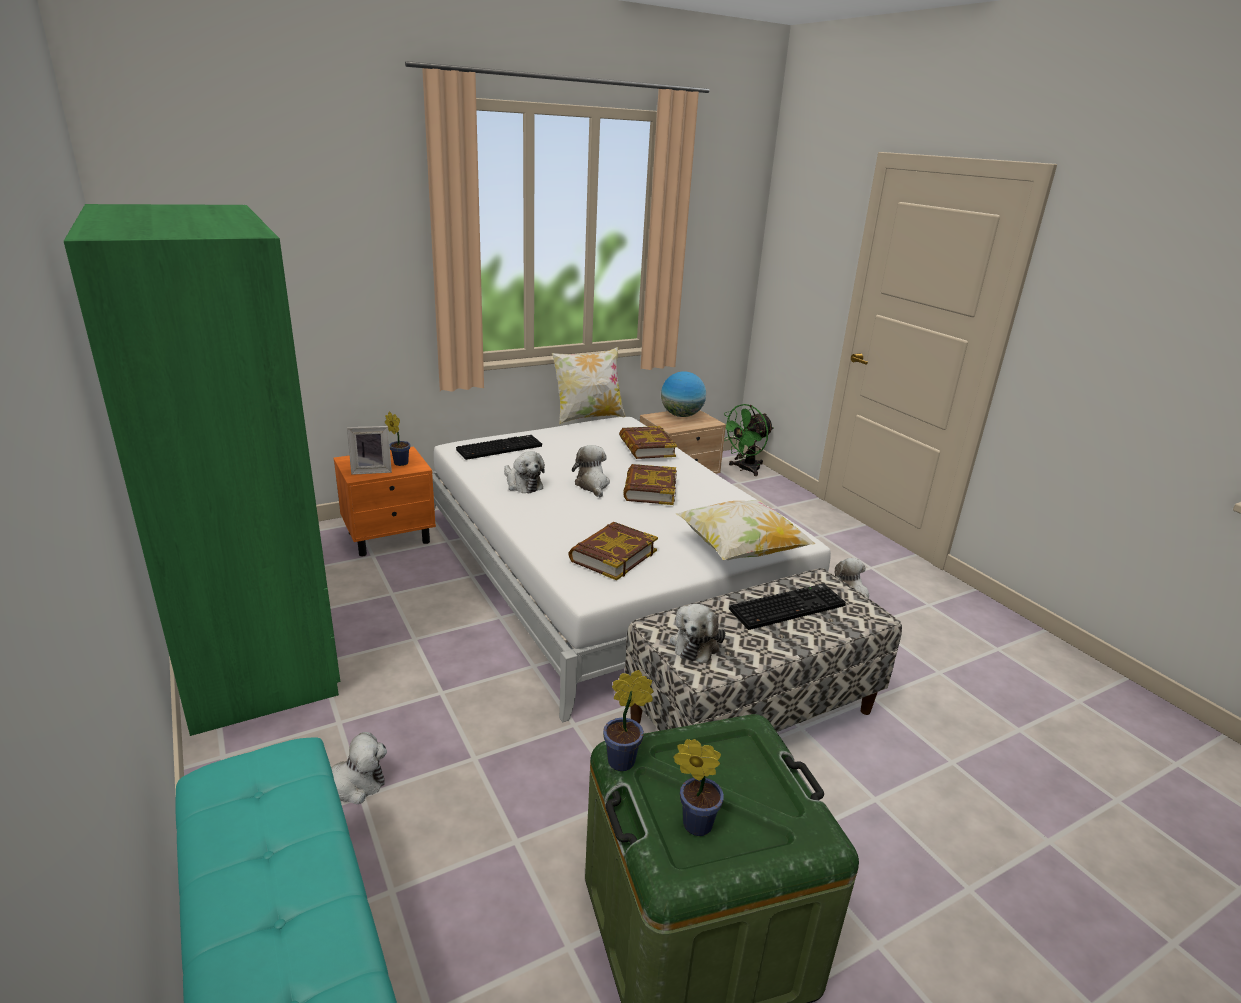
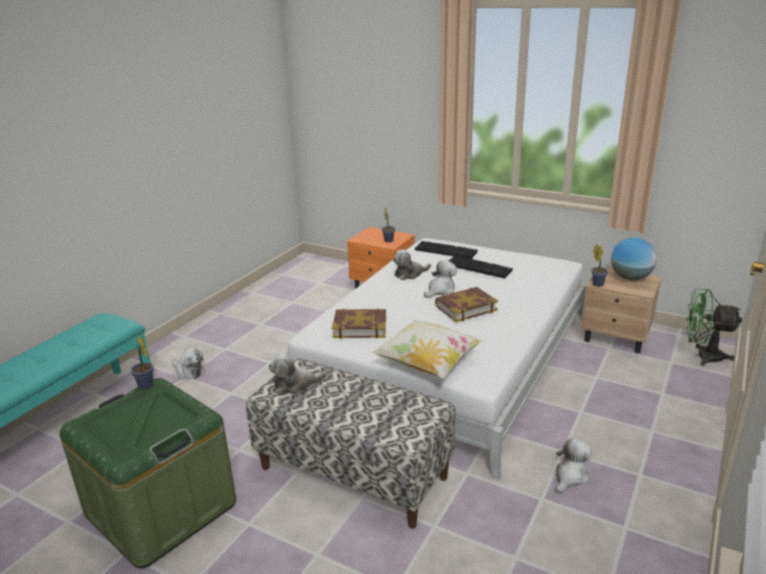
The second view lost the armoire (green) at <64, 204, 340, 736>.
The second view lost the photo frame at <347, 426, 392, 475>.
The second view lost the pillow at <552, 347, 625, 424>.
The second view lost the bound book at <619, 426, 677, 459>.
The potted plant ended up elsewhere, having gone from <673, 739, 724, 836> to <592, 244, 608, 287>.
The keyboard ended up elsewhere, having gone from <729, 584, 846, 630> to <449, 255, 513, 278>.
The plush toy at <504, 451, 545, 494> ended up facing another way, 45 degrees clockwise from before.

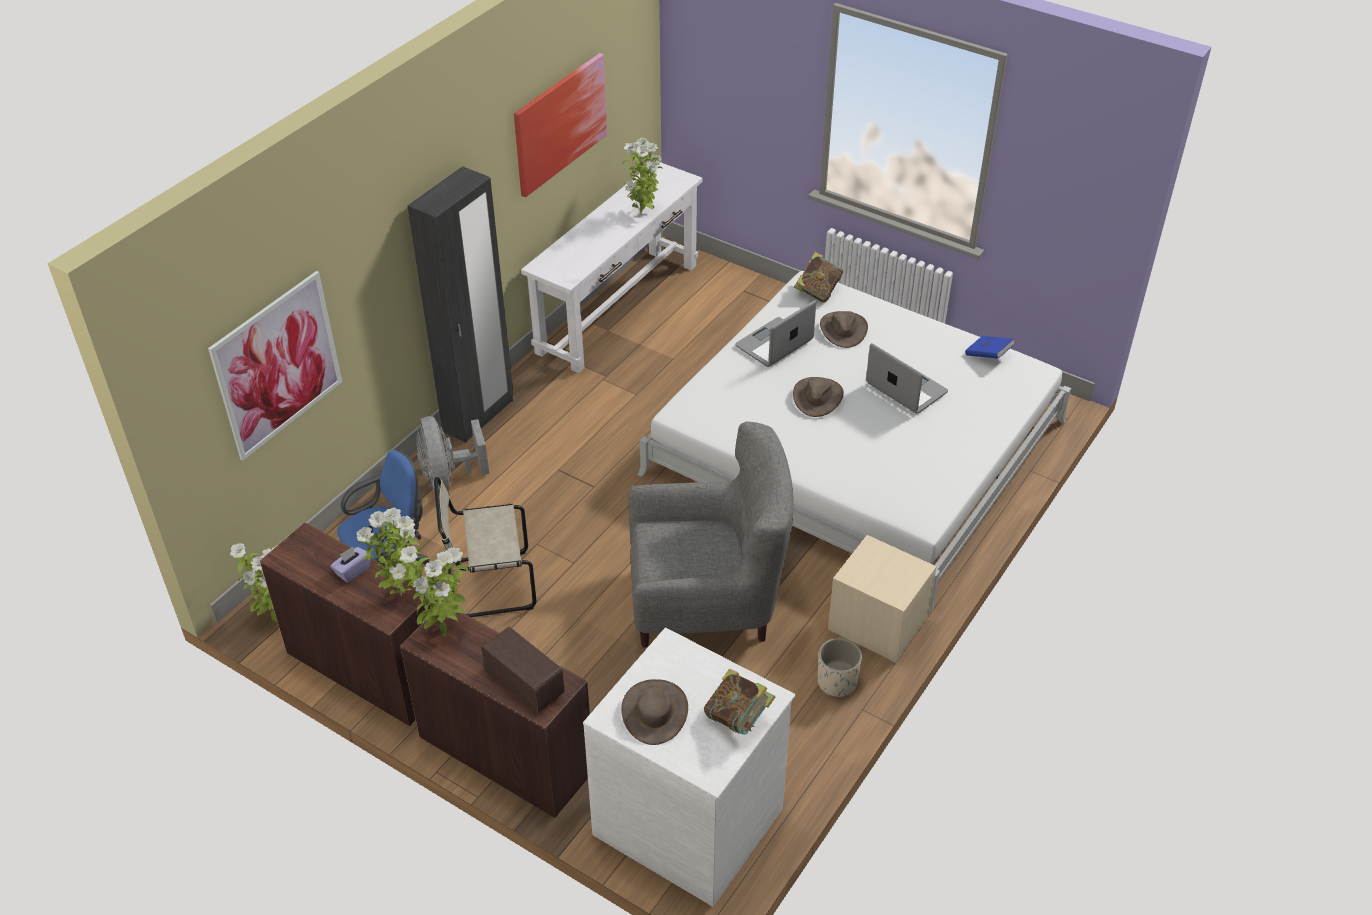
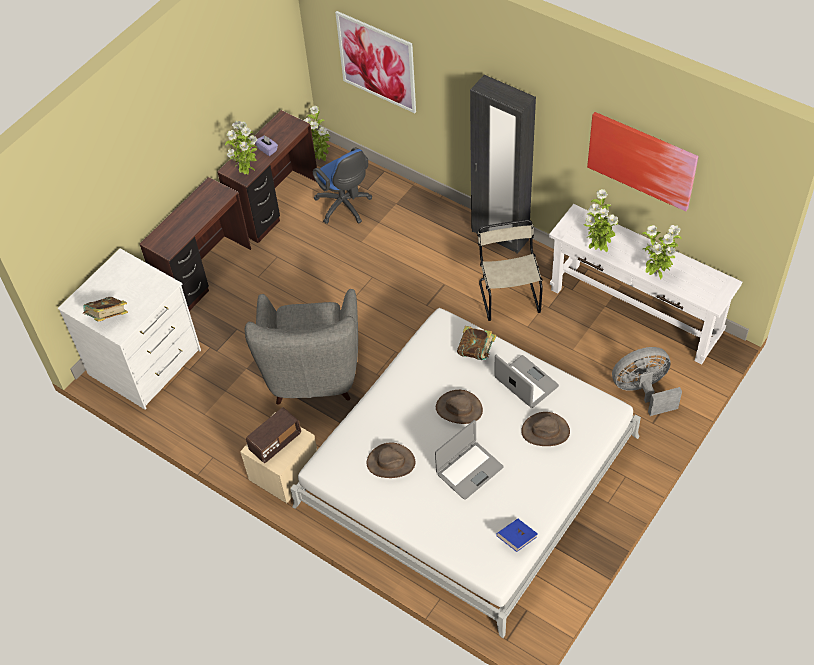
The second view lost the planter (beige) at <818, 638, 862, 697>.
The potted plant ended up elsewhere, having gone from <398, 546, 469, 636> to <584, 189, 618, 252>.
The electric fan (greyish) ended up elsewhere, having gone from <417, 416, 489, 494> to <612, 347, 682, 416>.
The chair (beige) ended up elsewhere, having gone from <434, 477, 537, 617> to <477, 219, 543, 321>.
The radio set ended up elsewhere, having gone from <481, 627, 565, 714> to <246, 407, 301, 463>.
The wearable hat (brownish) ended up elsewhere, having gone from <621, 679, 688, 745> to <367, 442, 415, 478>.
The bound book ended up elsewhere, having gone from <794, 252, 843, 303> to <457, 326, 497, 360>.

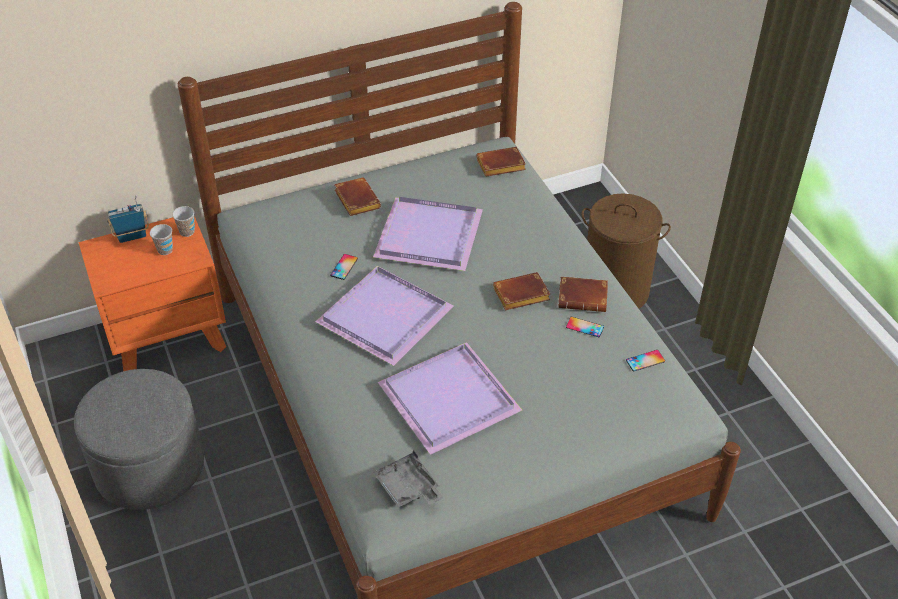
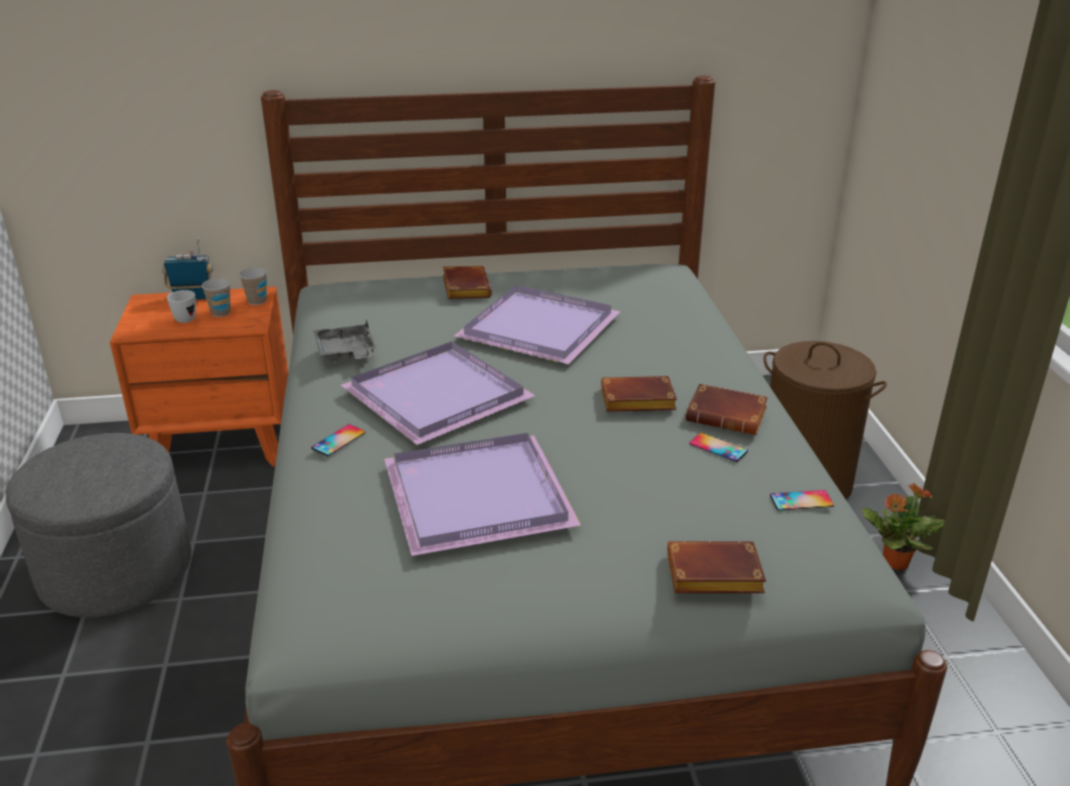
The second view gained the coffee mug (white) at <167, 290, 196, 323>.
The second view gained the potted plant at <862, 483, 945, 571>.
The handset ended up elsewhere, having gone from <330, 254, 358, 280> to <311, 424, 366, 456>.
The serving tray (greyish) ended up elsewhere, having gone from <373, 450, 443, 507> to <313, 319, 376, 362>.
The bound book (brownish) ended up elsewhere, having gone from <477, 147, 526, 177> to <667, 541, 766, 593>.

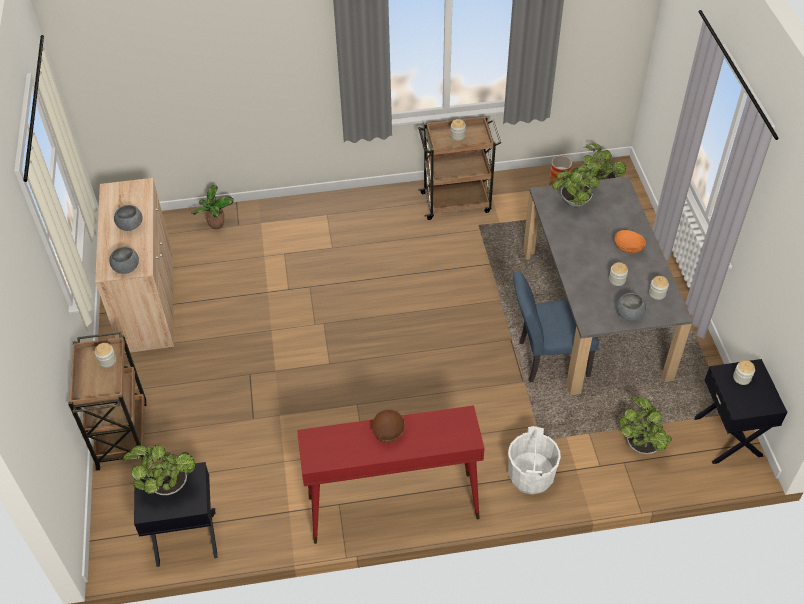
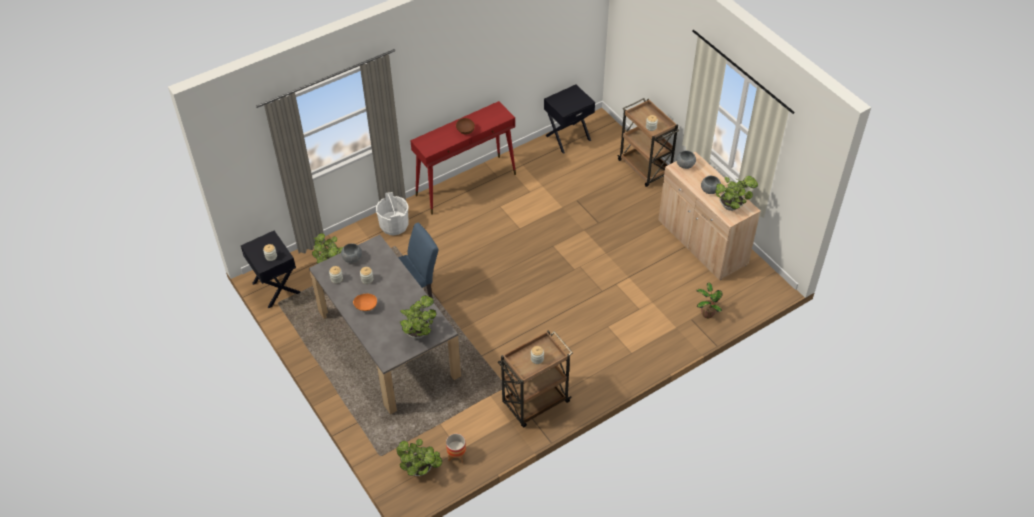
The potted plant ended up elsewhere, having gone from <123, 445, 195, 495> to <715, 176, 758, 211>.

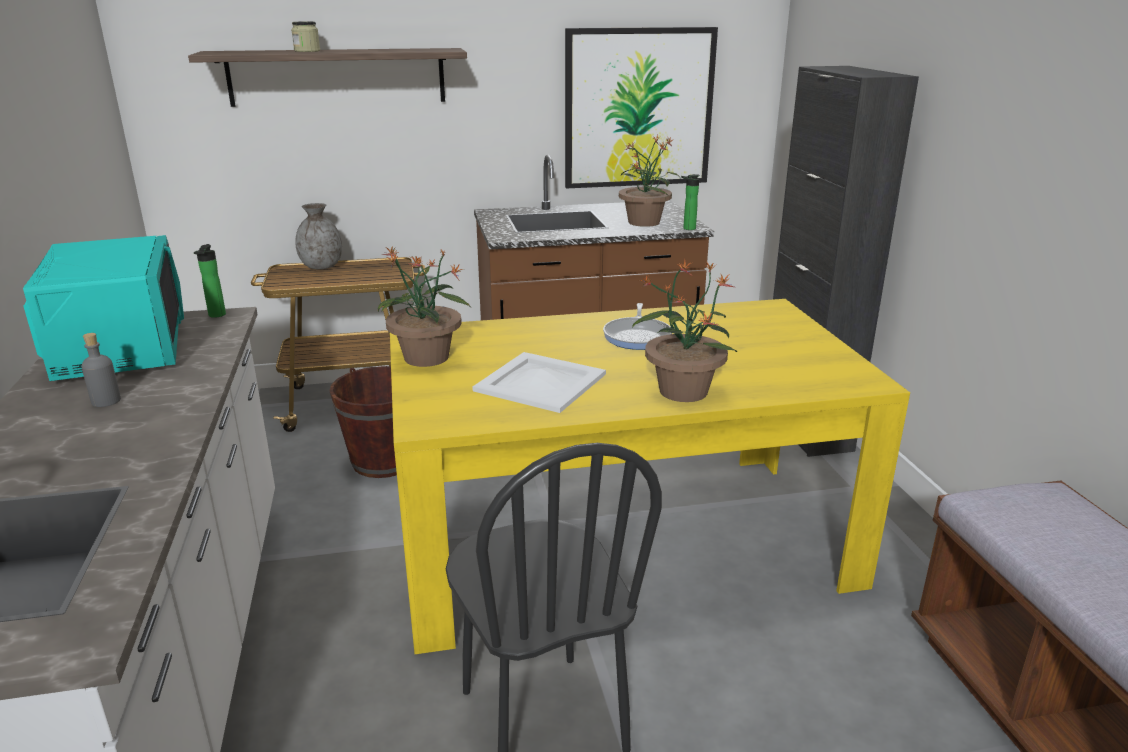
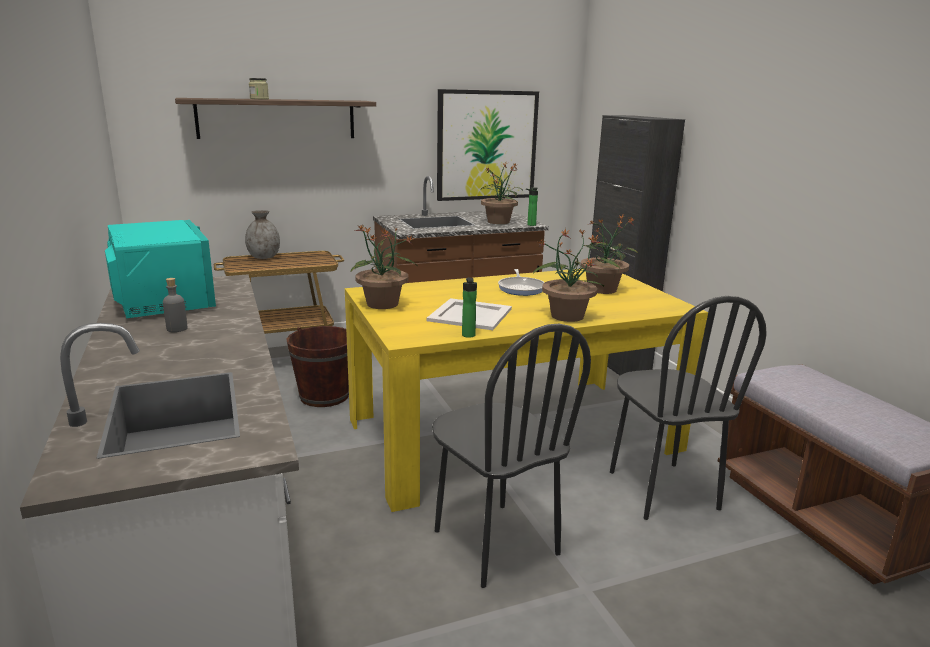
The second view gained the potted plant at <580, 213, 638, 294>.
The second view gained the chair (black-coloured) at <610, 296, 767, 520>.
The bottle ended up elsewhere, having gone from <194, 244, 226, 318> to <462, 277, 477, 338>.

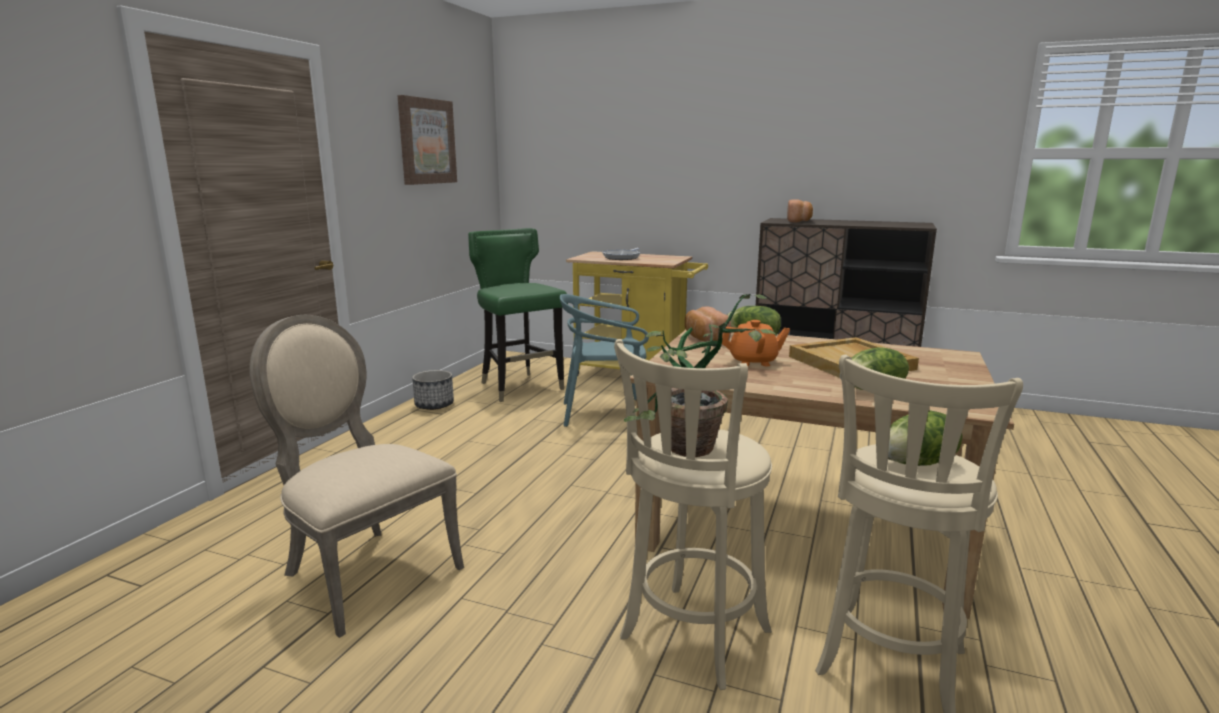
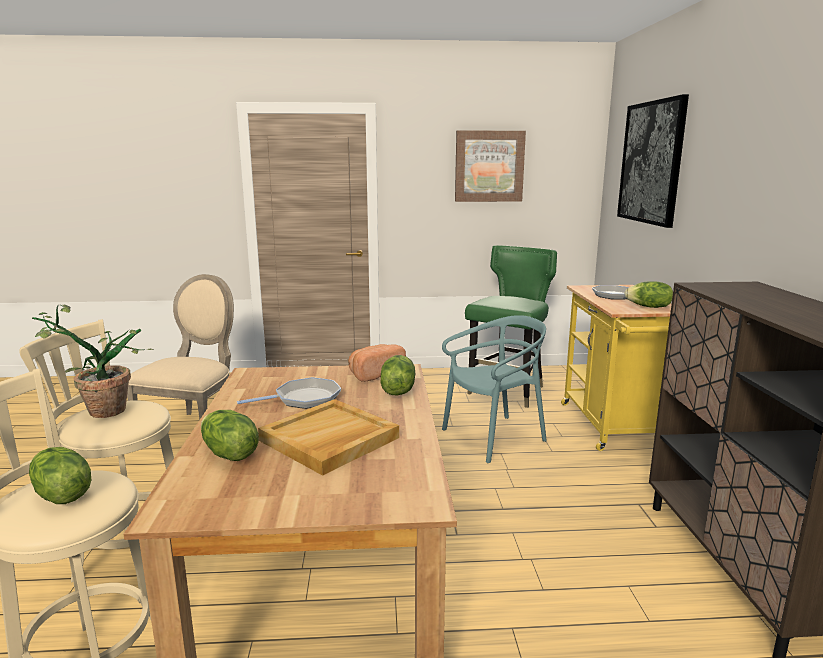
The second view lost the planter at <412, 370, 454, 410>.
The second view lost the baked bread at <787, 199, 813, 222>.
The second view gained the wall art at <617, 94, 689, 228>.
The second view gained the head of lettuce at <624, 281, 673, 308>.
Where the tea pot (orangey) stood at <722, 320, 790, 366>, the skillet came to stand at <237, 377, 341, 409>.
The chair (turquoise) at <560, 294, 649, 427> ended up facing another way, 90 degrees clockwise from before.

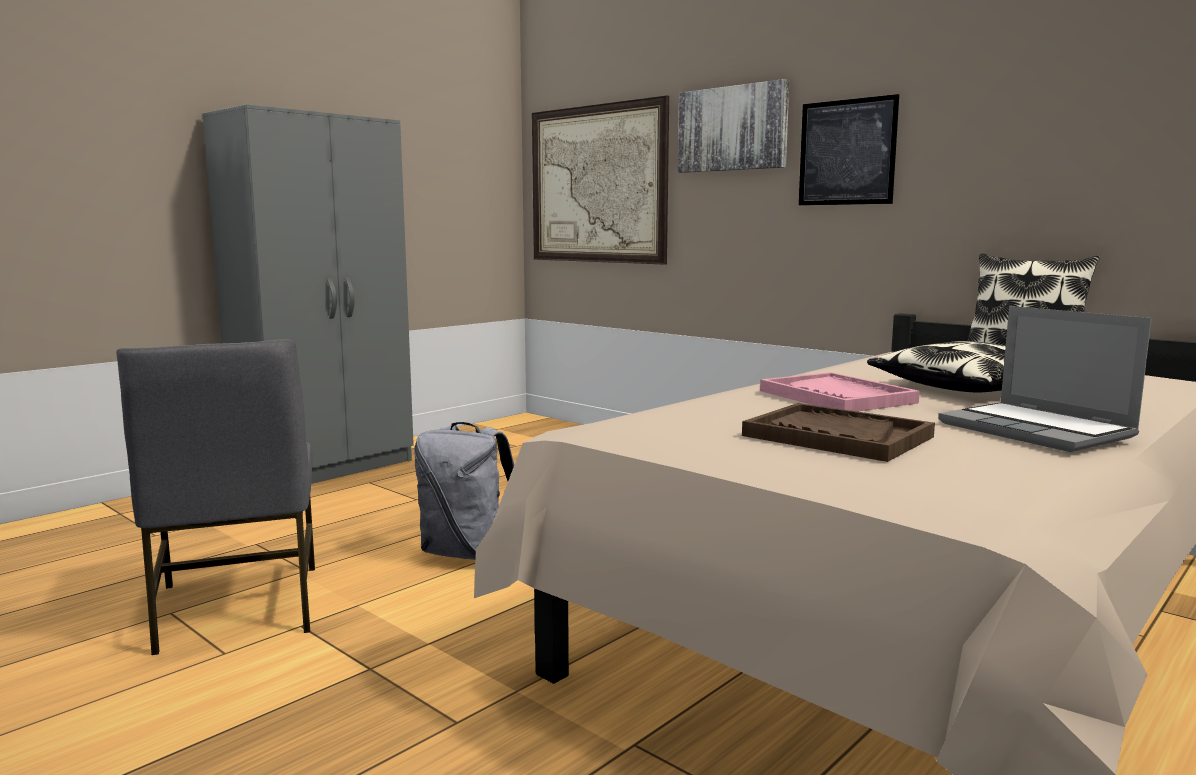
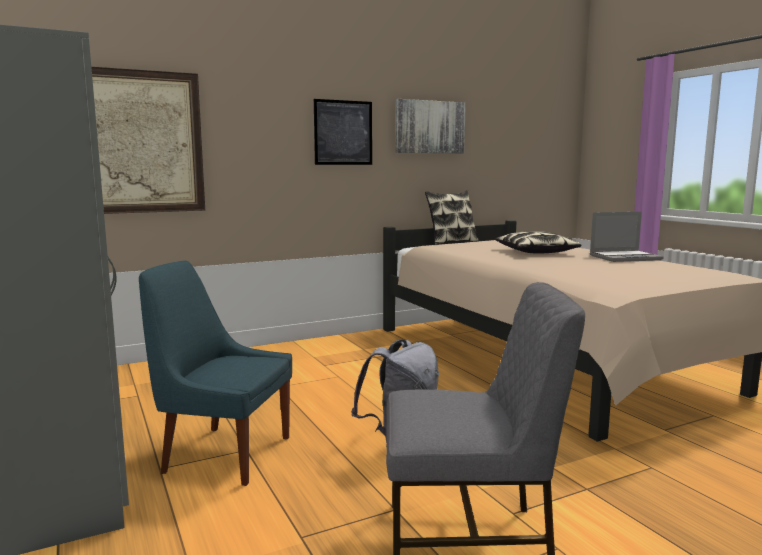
The second view lost the serving tray (brownish) at <742, 403, 935, 462>.
The second view lost the serving tray (pink) at <760, 372, 920, 412>.
The second view gained the chair (blue-coloured) at <139, 261, 292, 486>.
The wall art ended up elsewhere, having gone from <678, 79, 789, 173> to <395, 99, 466, 154>.

